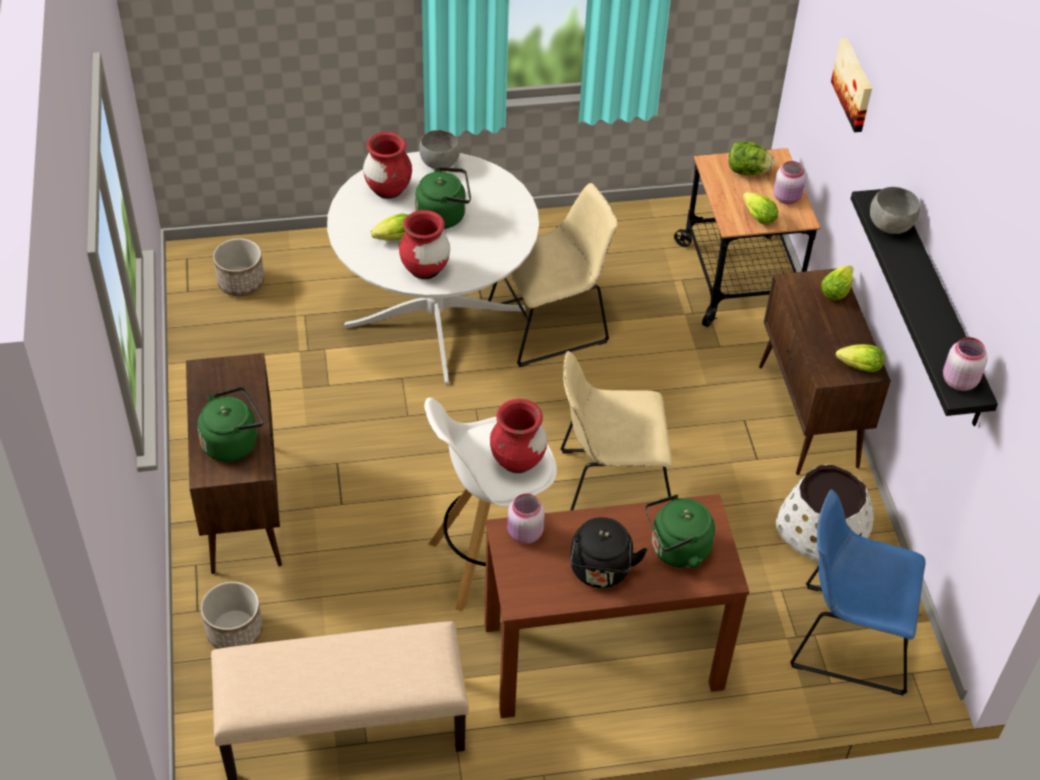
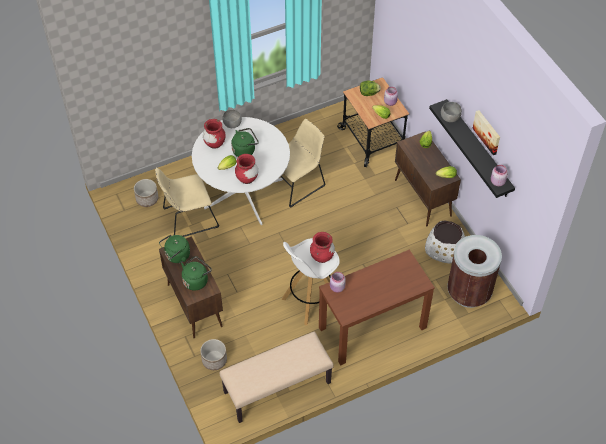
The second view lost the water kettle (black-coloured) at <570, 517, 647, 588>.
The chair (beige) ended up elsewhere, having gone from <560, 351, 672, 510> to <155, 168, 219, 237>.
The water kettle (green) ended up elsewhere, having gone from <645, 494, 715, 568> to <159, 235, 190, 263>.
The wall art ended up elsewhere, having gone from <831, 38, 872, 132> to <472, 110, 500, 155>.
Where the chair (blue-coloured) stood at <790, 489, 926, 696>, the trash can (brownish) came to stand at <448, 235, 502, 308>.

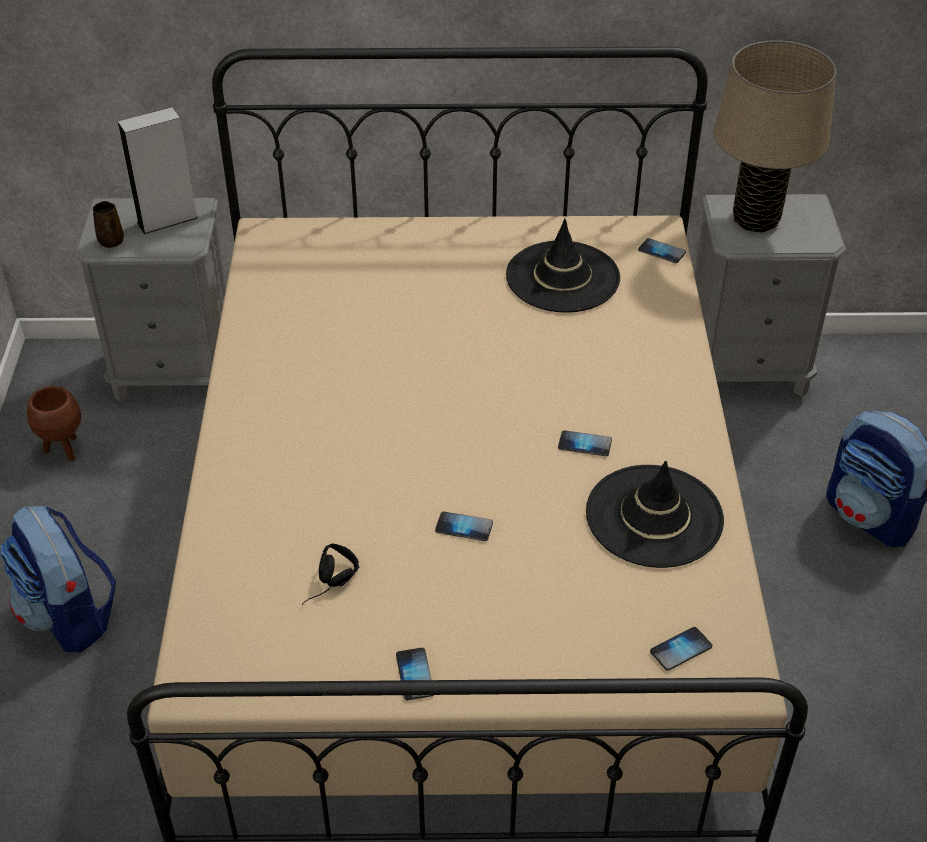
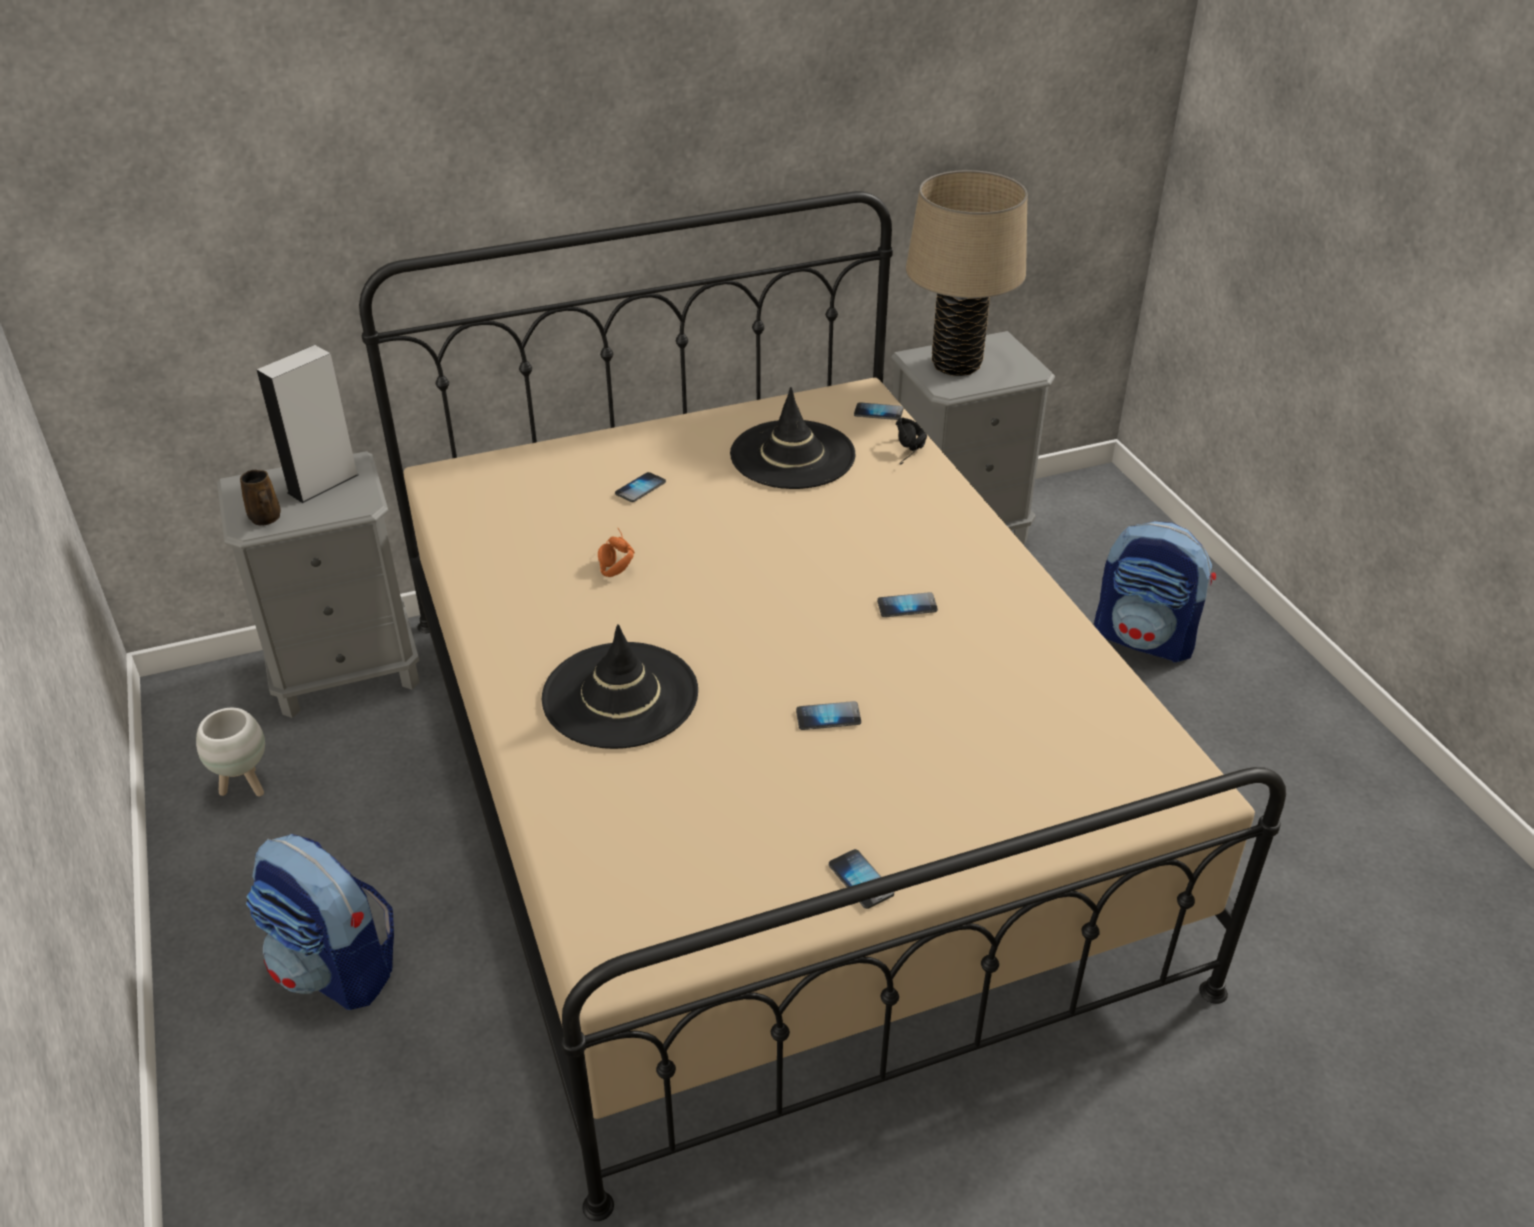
The second view gained the headphones (orangey) at <598, 528, 635, 577>.
The headphones (black-coloured) ended up elsewhere, having gone from <302, 543, 360, 605> to <896, 418, 927, 465>.
The wearable hat (black-coloured) ended up elsewhere, having gone from <586, 461, 724, 568> to <542, 624, 698, 749>.
The handset ended up elsewhere, having gone from <650, 627, 712, 671> to <615, 472, 666, 502>.
What was the planter (brownish) at <27, 386, 81, 461> turned into the planter (white) at <196, 708, 265, 796>.

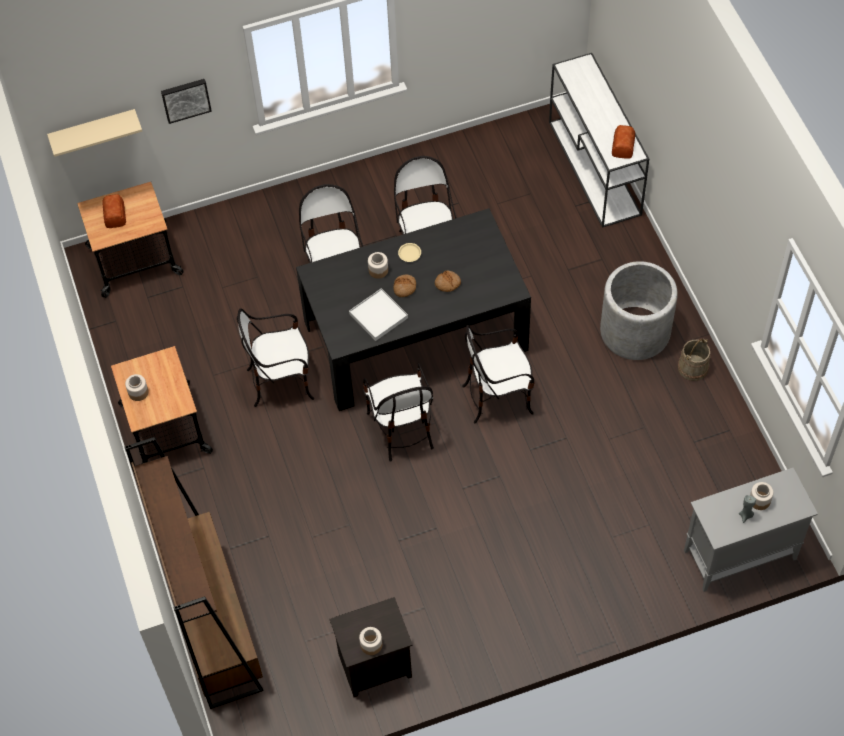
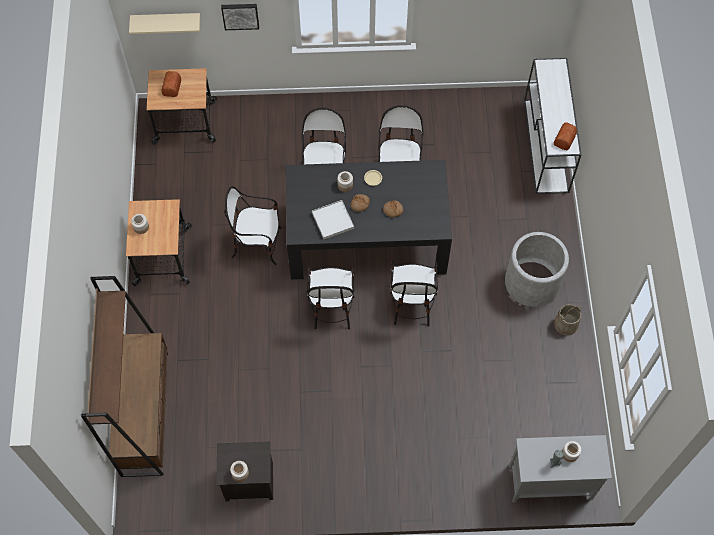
The chair at <462, 325, 535, 423> ended up facing another way, 90 degrees counterclockwise from before.

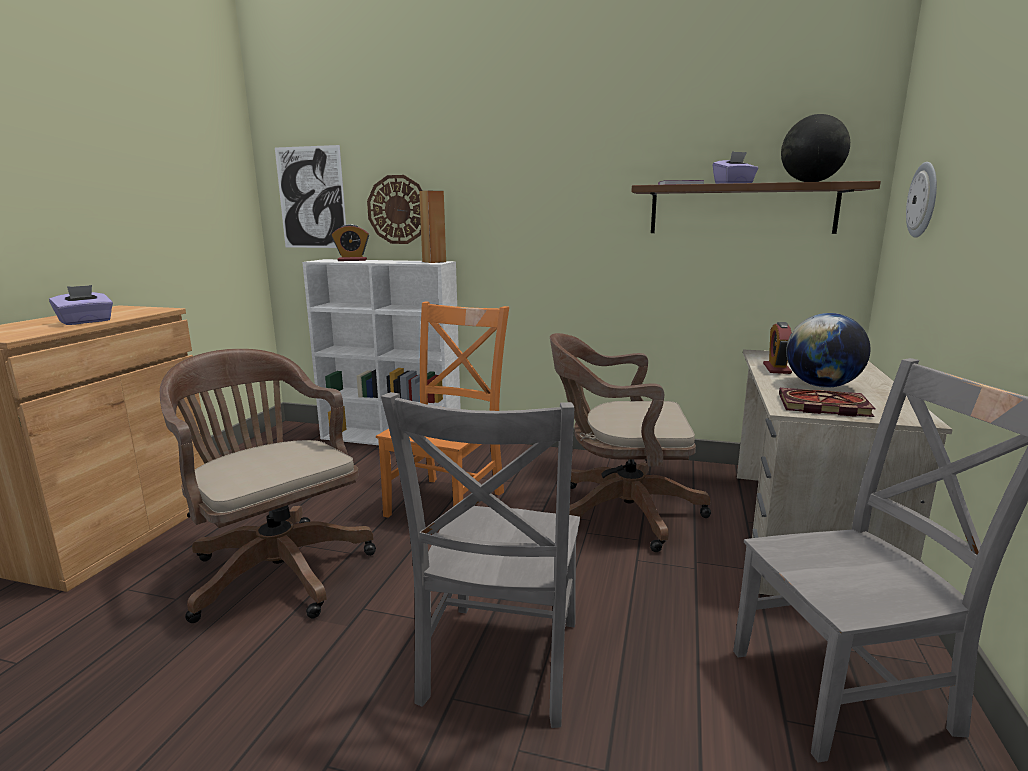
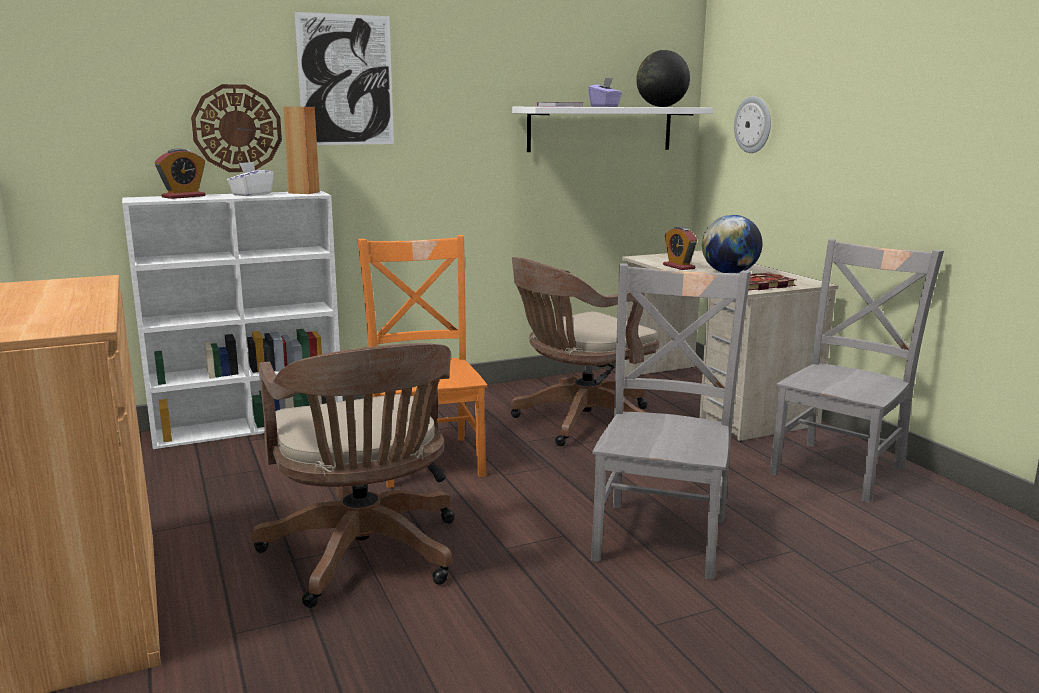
The second view lost the box of tissues (purple-coloured) at <49, 285, 113, 325>.
The second view gained the box of tissues (white) at <227, 162, 274, 196>.
The wall art ended up elsewhere, having gone from <275, 145, 346, 248> to <295, 12, 394, 145>.
What was the bracket shelf (brownish) at <631, 181, 881, 234> turned into the bracket shelf (white) at <512, 107, 713, 152>.
The office chair (brownish) at <160, 349, 376, 623> ended up facing another way, 120 degrees counterclockwise from before.
The chair (greyish) at <381, 392, 580, 728> ended up facing another way, 135 degrees counterclockwise from before.

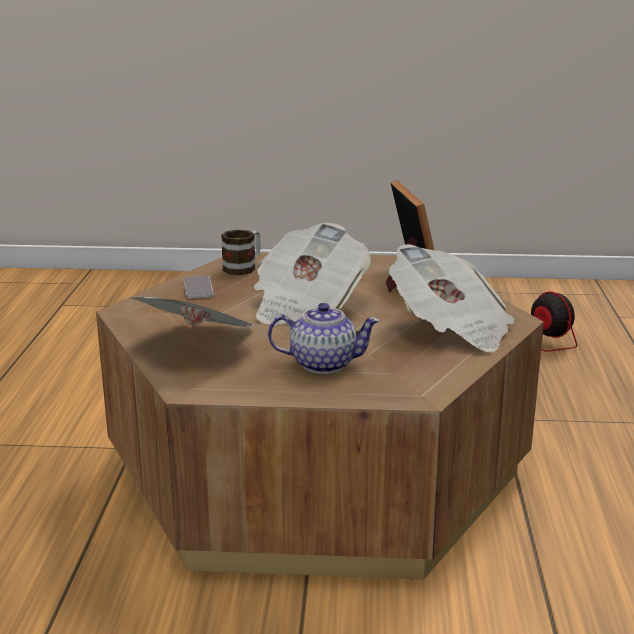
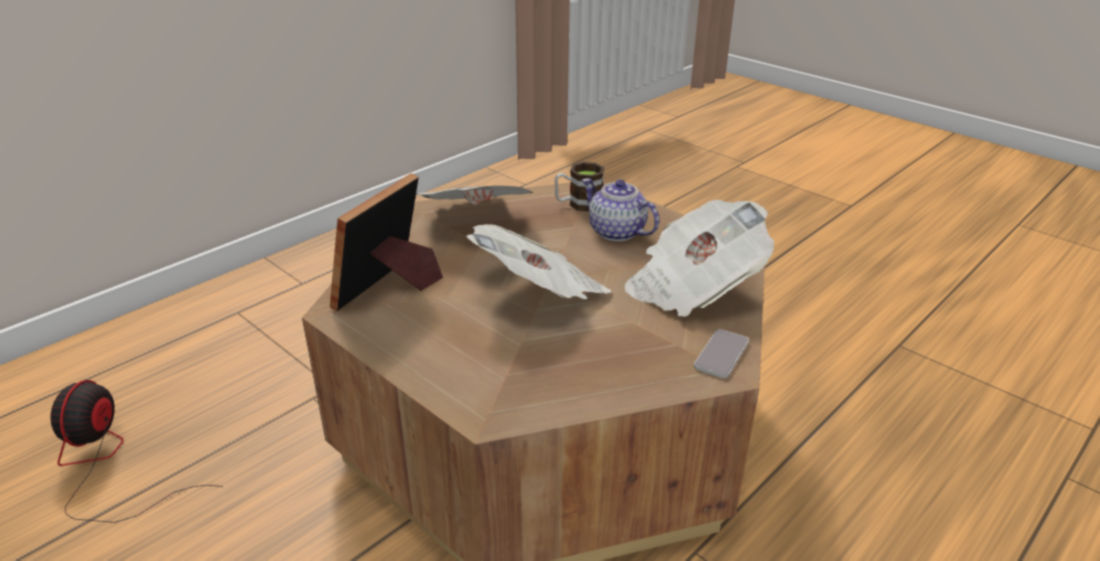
The handset ended up elsewhere, having gone from <184, 276, 214, 298> to <694, 329, 749, 378>.
The coffee mug ended up elsewhere, having gone from <221, 230, 260, 275> to <555, 162, 604, 212>.

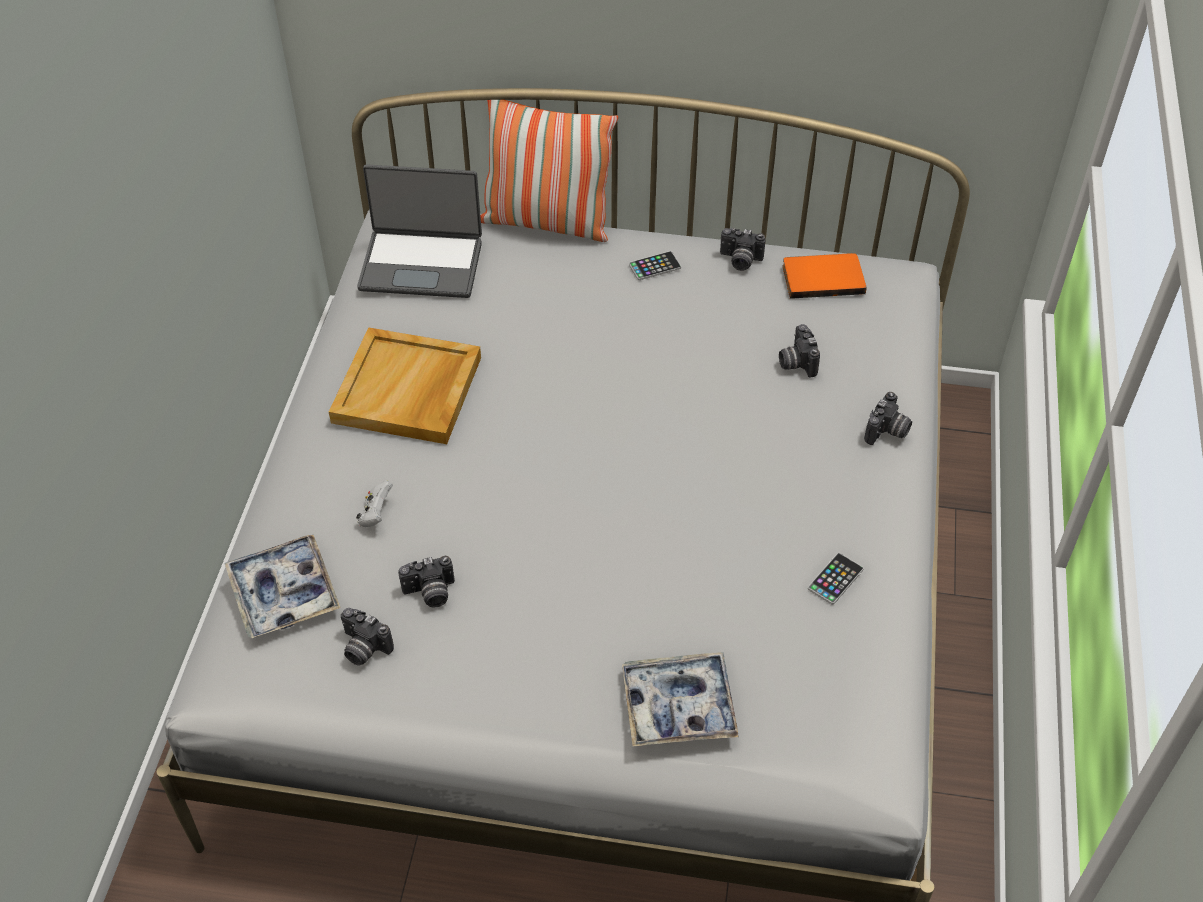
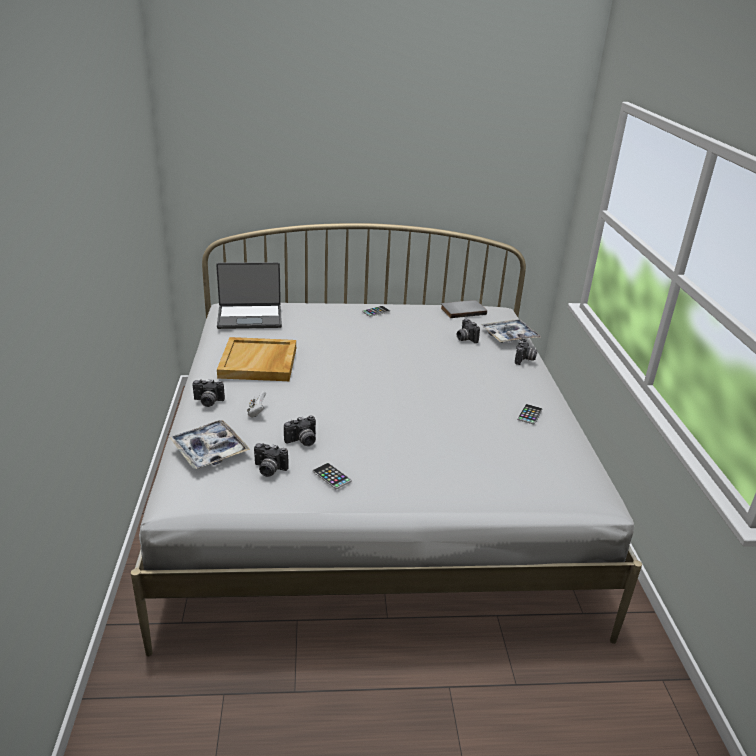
The second view lost the pillow at <480, 100, 618, 242>.
The second view gained the handset at <313, 463, 351, 489>.
The serving tray ended up elsewhere, having gone from <622, 652, 739, 746> to <481, 319, 541, 343>.
The still camera ended up elsewhere, having gone from <720, 228, 766, 271> to <192, 379, 225, 407>.
What was the bound book (orangey) at <782, 253, 867, 299> turned into the bound book (greyish) at <441, 300, 487, 318>.

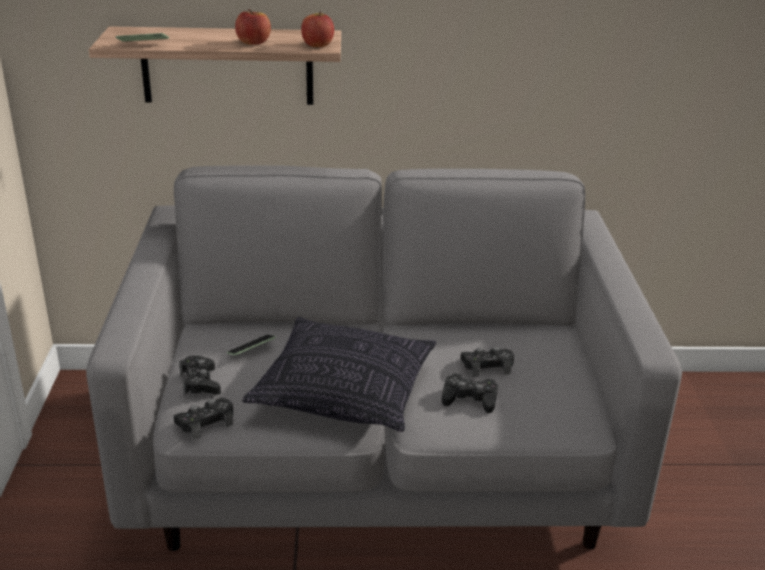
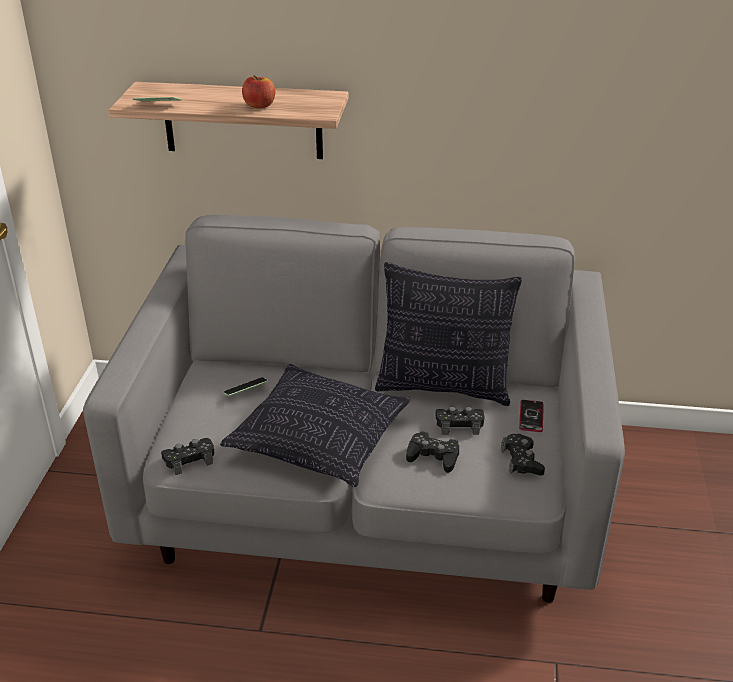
The second view lost the apple fruit at <301, 12, 334, 47>.
The second view gained the pillow at <375, 262, 522, 406>.
The second view gained the handset at <519, 400, 544, 432>.
The joypad (black-coloured) ended up elsewhere, having gone from <179, 356, 221, 396> to <501, 434, 545, 476>.

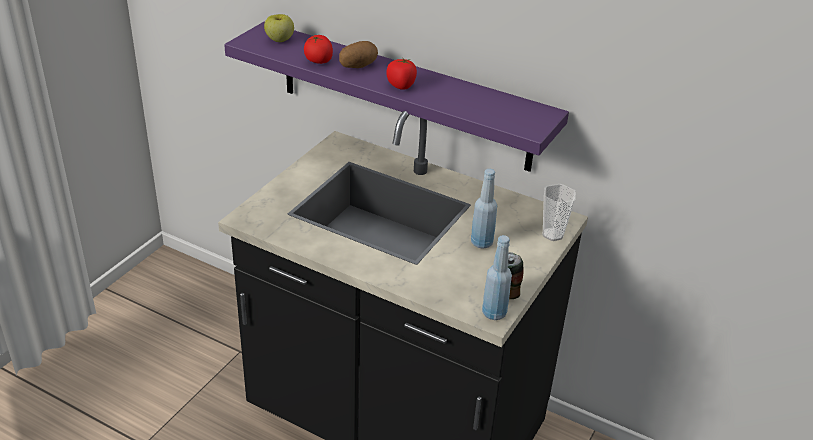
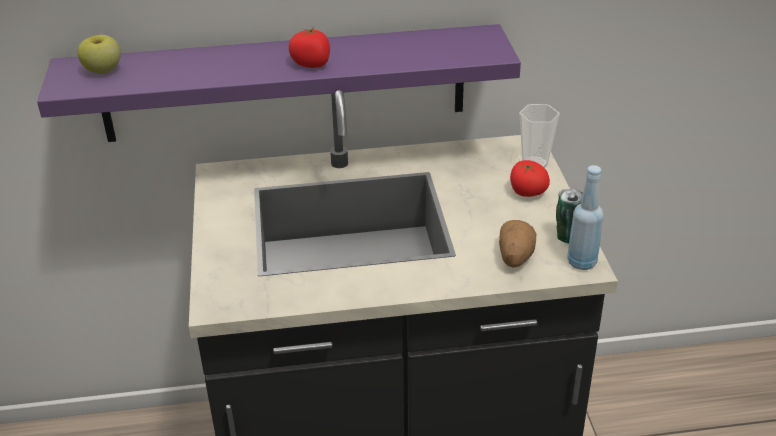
The second view lost the bottle (blue-coloured) at <471, 169, 497, 249>.
The tomato ended up elsewhere, having gone from <304, 35, 333, 64> to <510, 160, 550, 197>.
The whole potato ended up elsewhere, having gone from <339, 41, 378, 68> to <499, 220, 537, 268>.

